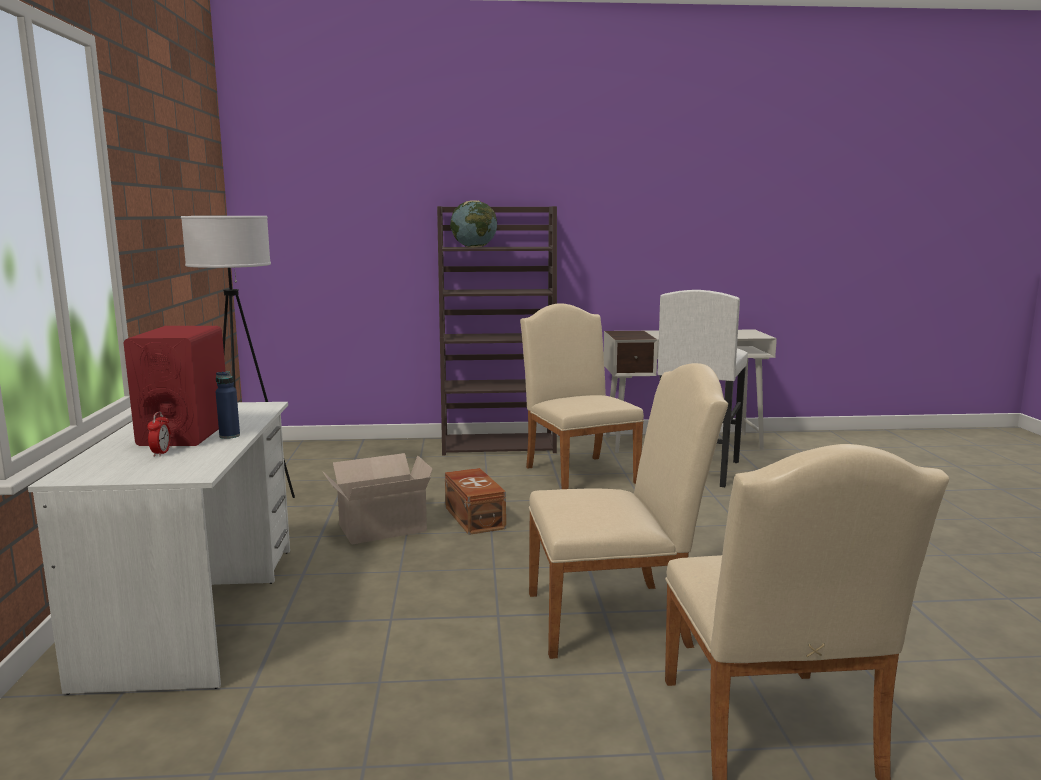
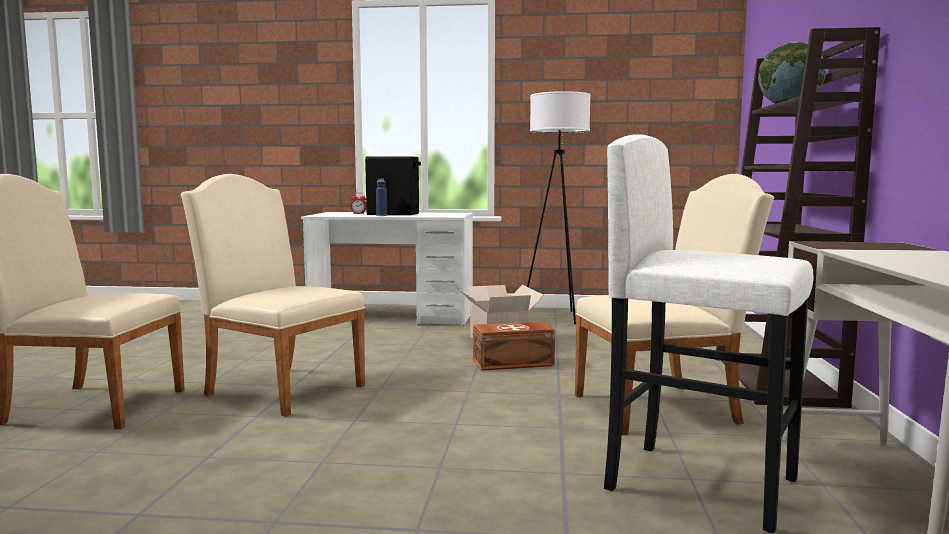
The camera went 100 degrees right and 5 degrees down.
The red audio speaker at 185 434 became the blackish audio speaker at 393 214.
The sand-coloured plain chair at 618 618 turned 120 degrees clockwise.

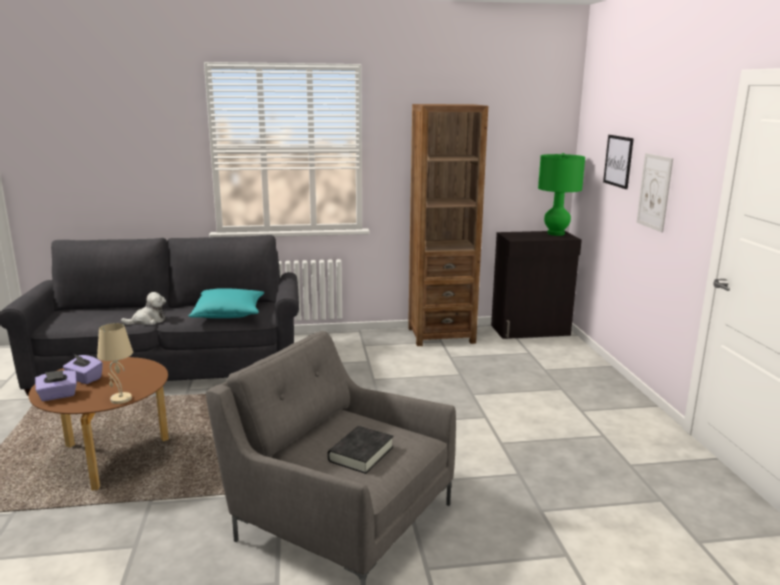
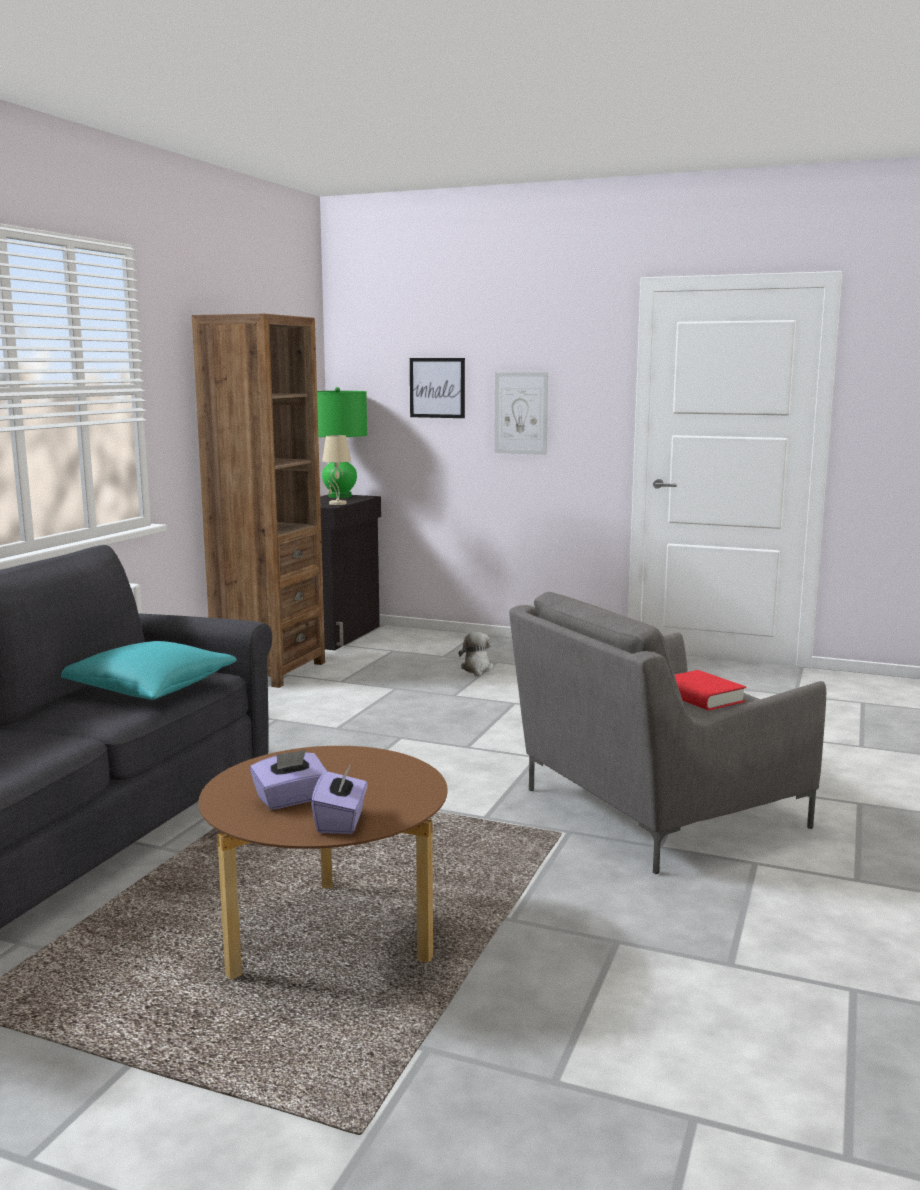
The camera went 60 degrees left and 5 degrees down.
The sand-coloured lamp for a table moved from 120 399 to 337 504.
The soft toy moved from 148 321 to 477 669.
The blackish volume at 361 454 became the red volume at 701 697.

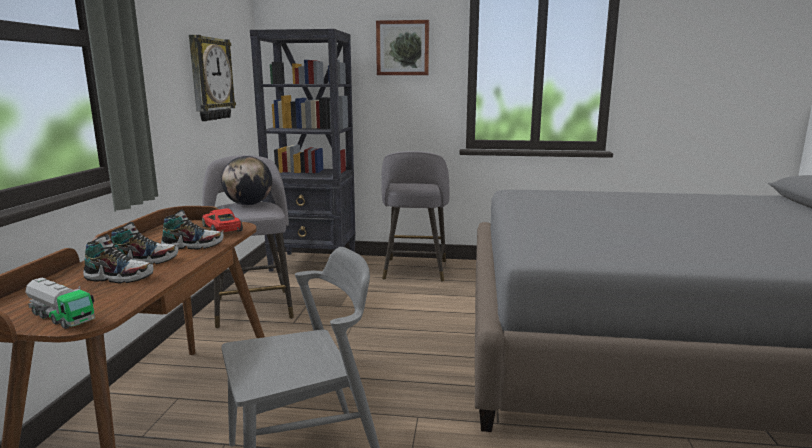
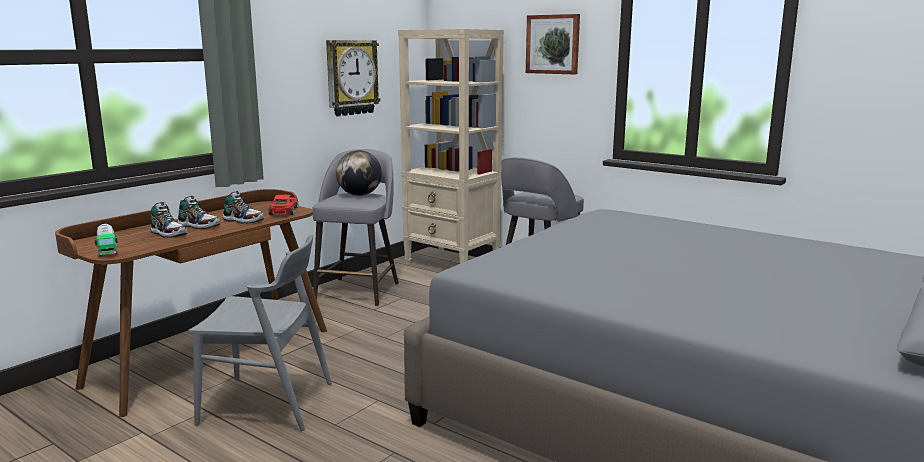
The camera went 30 degrees right and 0 degrees up.
The blackish bookcase at 314 263 became the sand-coloured bookcase at 452 264.

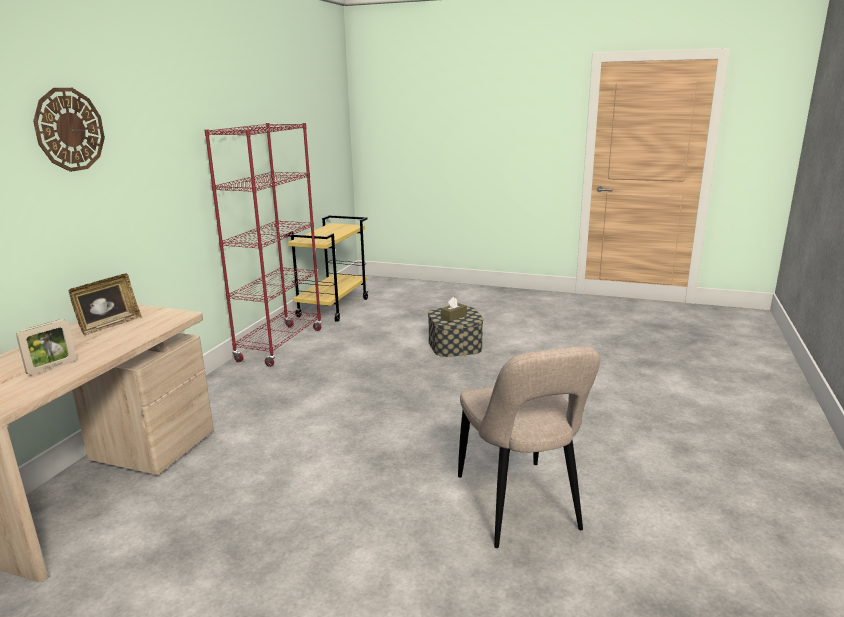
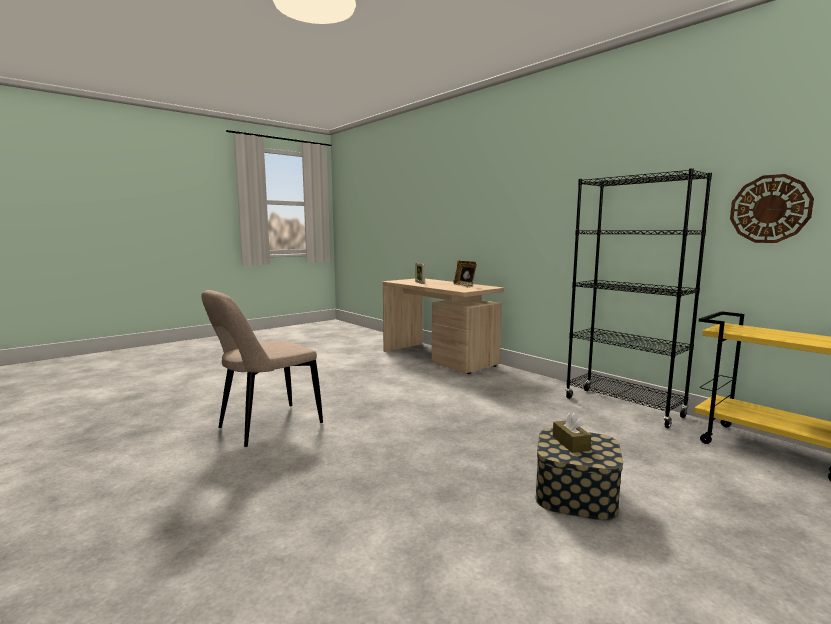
The camera went 120 degrees right and 10 degrees down.
The clock on the wall moved from 69 129 to 770 209.
The red bookcase at 280 345 became the blackish bookcase at 623 407.
The sand-coloured plain chair at 519 507 turned 60 degrees counterclockwise.

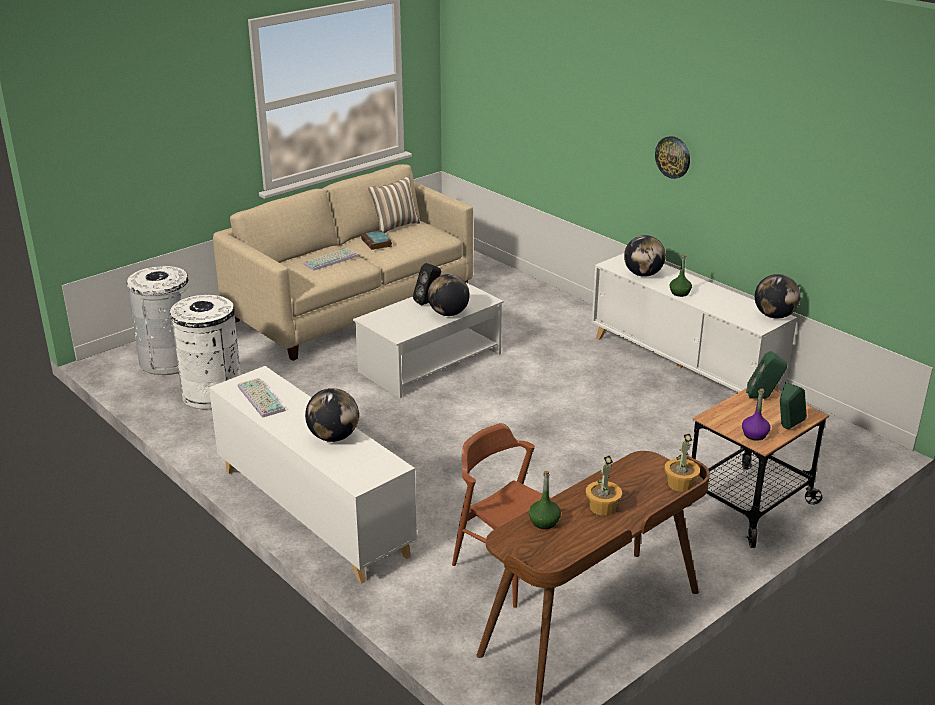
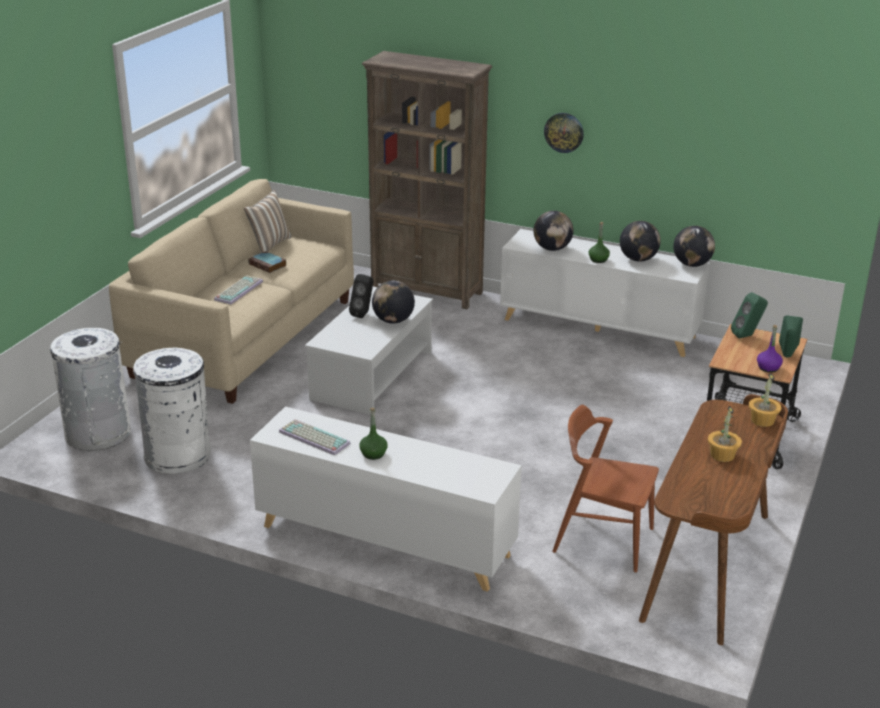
The camera went 25 degrees left and 0 degrees up.
The brown-coloured bookcase at 427 291 appeared.
The desk globe moved from 333 437 to 638 259.
The green drink bottle moved from 544 522 to 373 454.

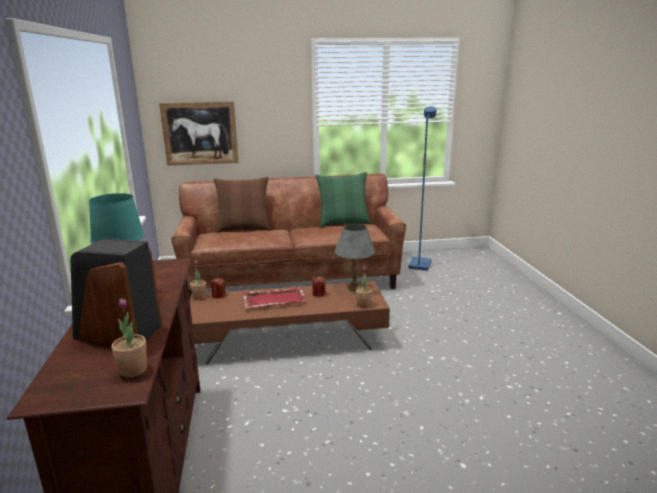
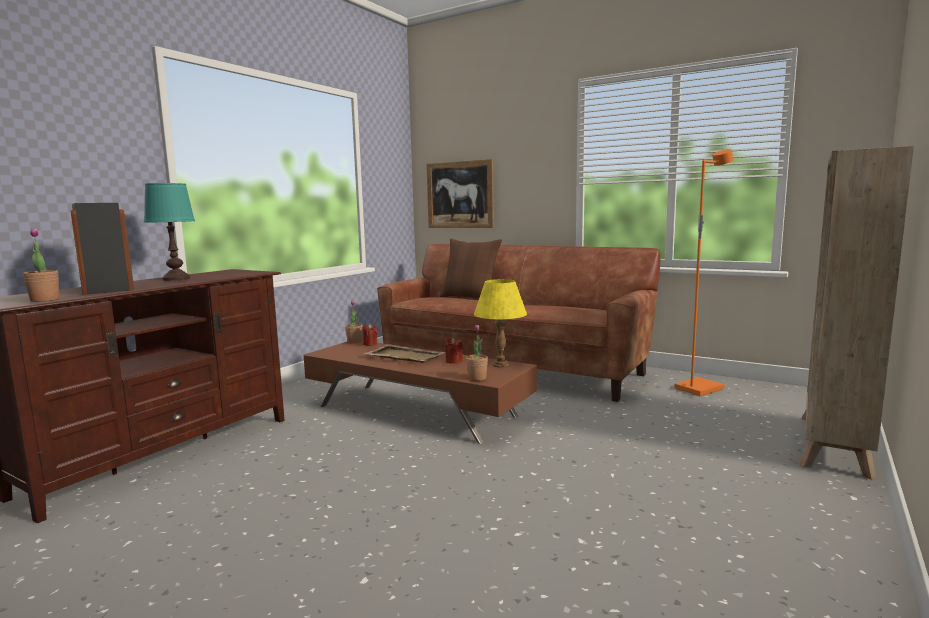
The camera went 40 degrees right and 10 degrees down.
The green throw pillow at 343 223 disappeared.
The sand-coloured bookcase at 833 445 appeared.
The red serving tray at 273 300 became the sand-coloured serving tray at 404 356.
The gray lamp for a table at 354 287 became the yellow lamp for a table at 501 365.
The blue floor lamp at 419 265 became the orange-coloured floor lamp at 698 388.

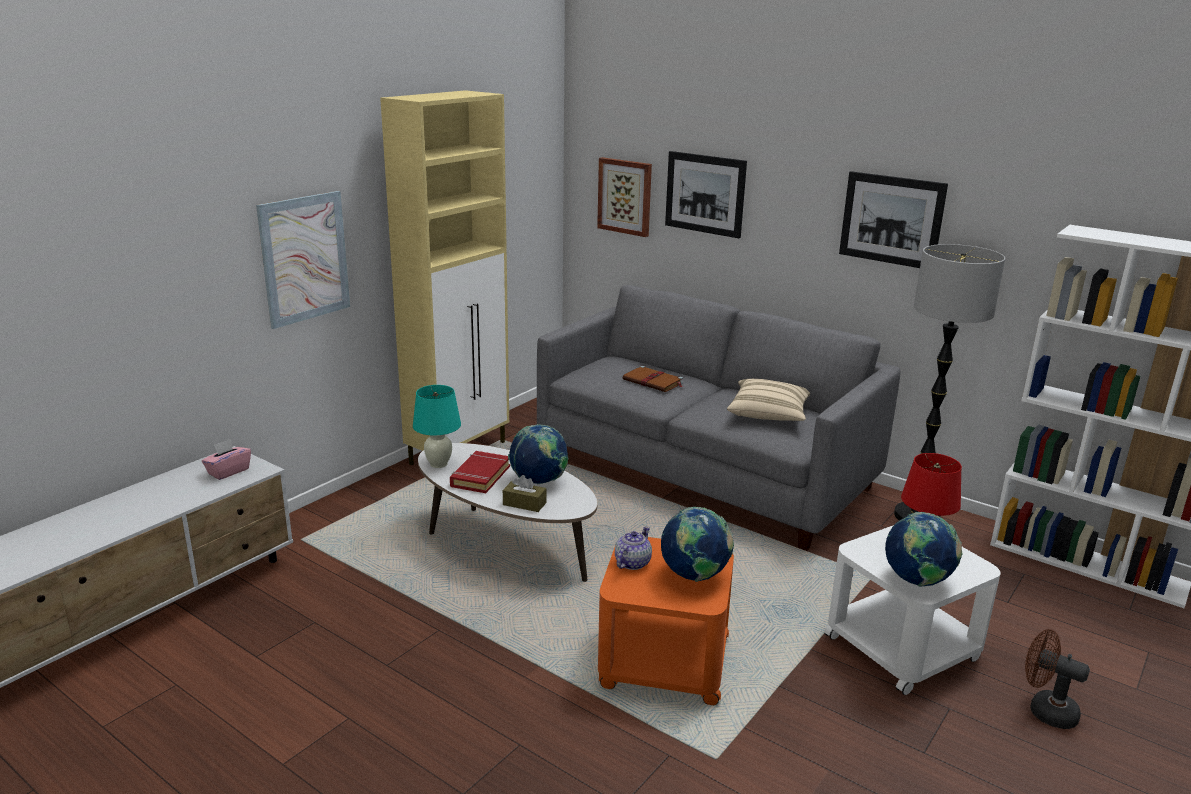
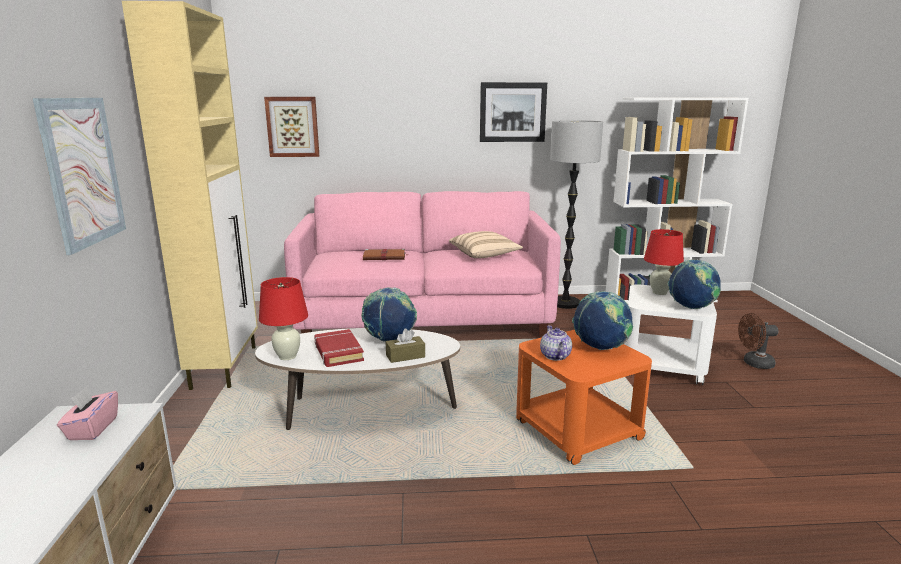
The camera went 40 degrees left and 5 degrees down.
The wall art at 705 194 disappeared.
The turquoise lamp for a table at 439 464 became the red lamp for a table at 287 356.
The gray couch at 704 471 became the pinkish couch at 425 319.

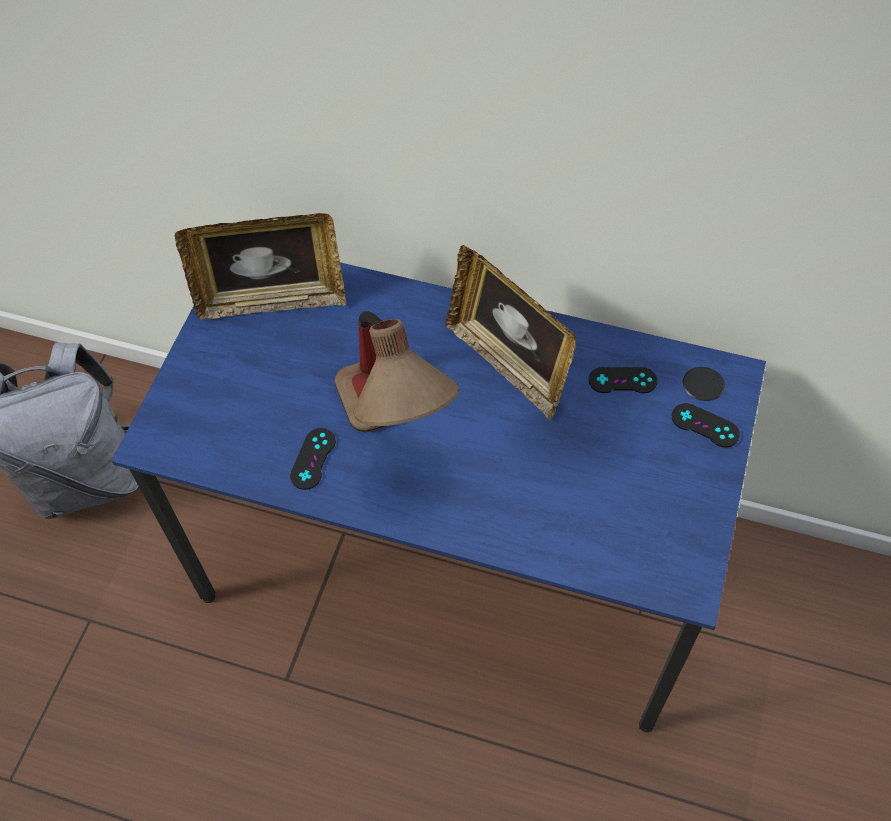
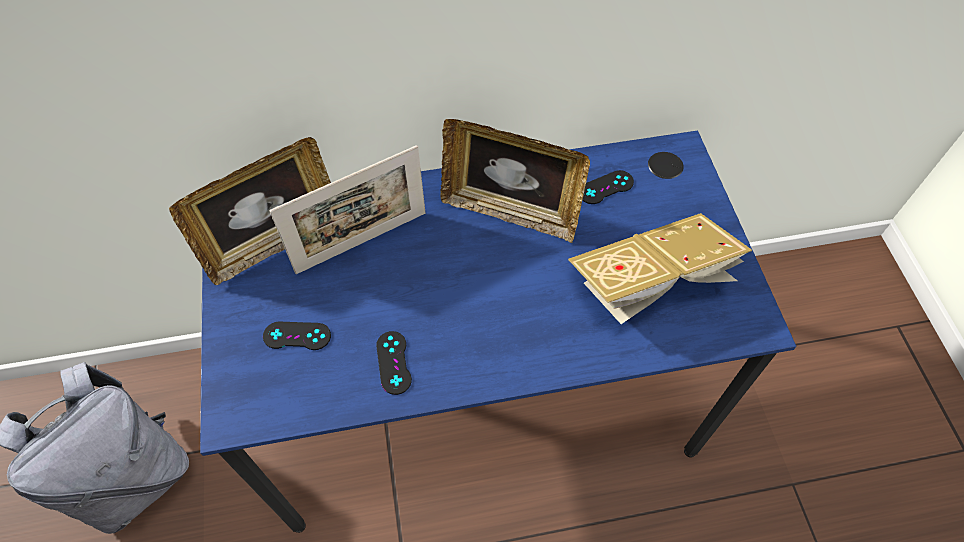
The camera went 30 degrees left and 0 degrees up.
The lamp for a table at 397 431 disappeared.
The standing frame at 361 242 appeared.
The volume at 650 284 appeared.
The blackish gamepad moved from 705 425 to 297 336.

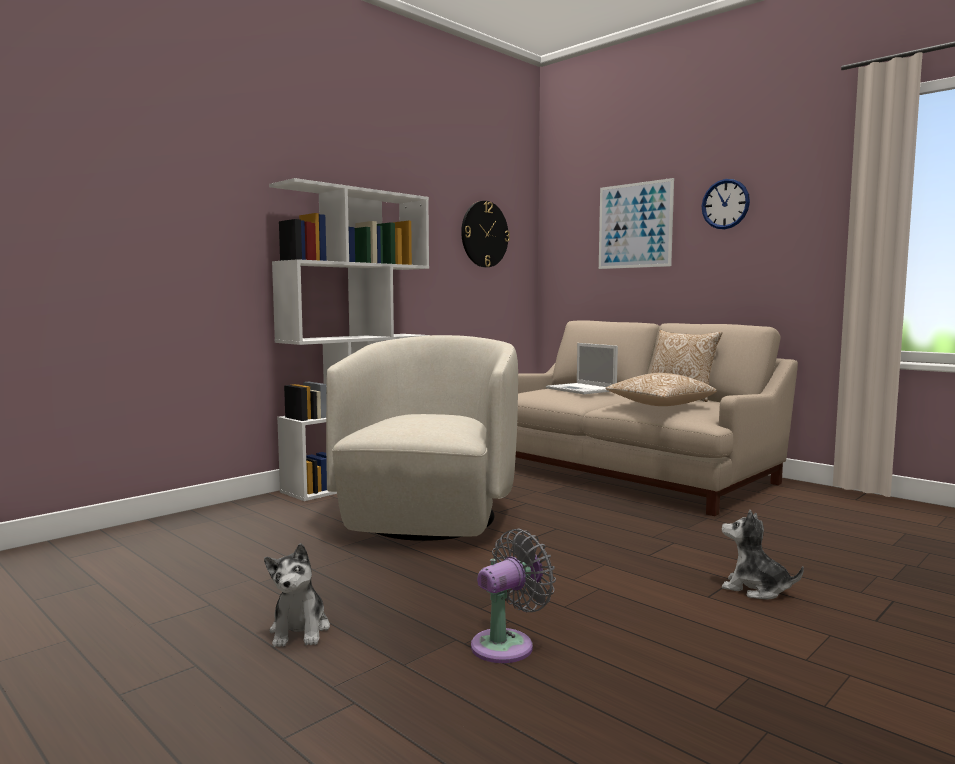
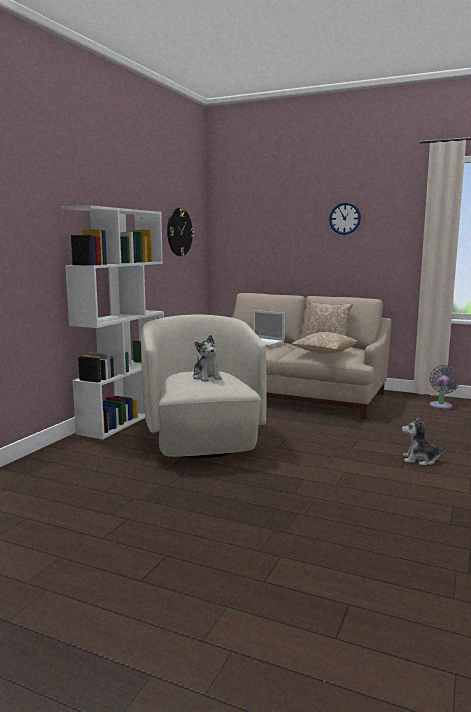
The camera went 20 degrees left and 5 degrees up.
The wall art at 635 225 disappeared.
The soft toy moved from 300 630 to 206 377.
The gray electric fan moved from 507 644 to 441 405.

